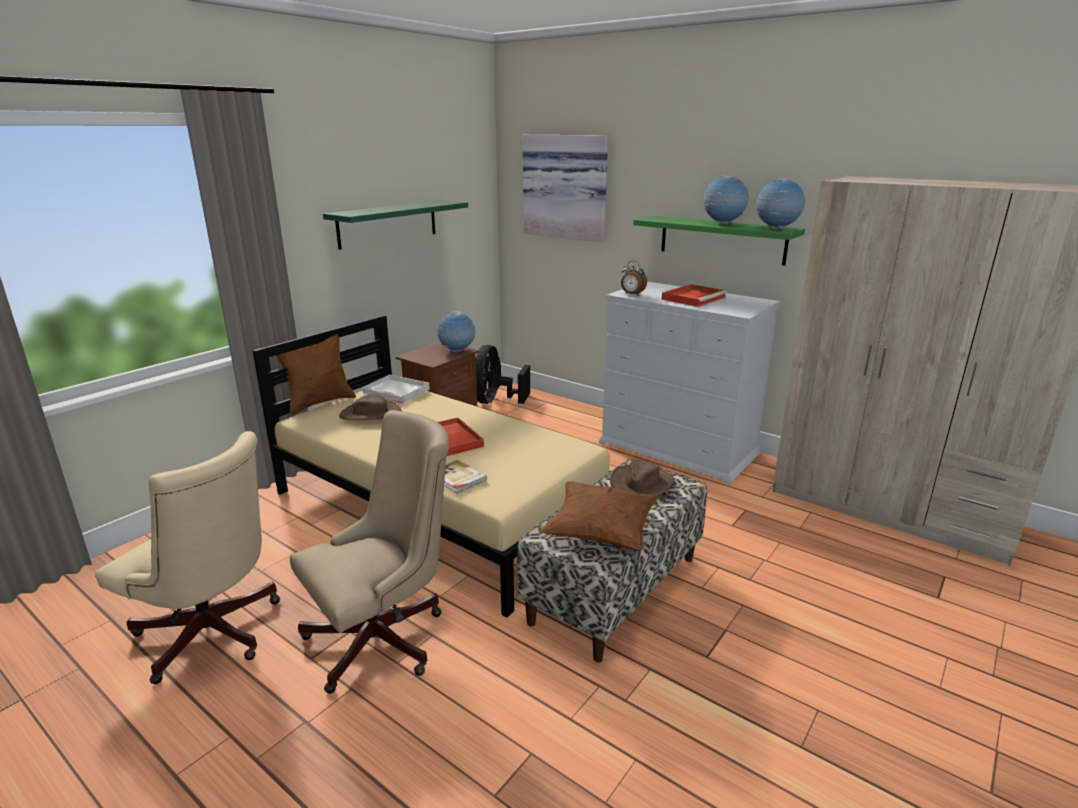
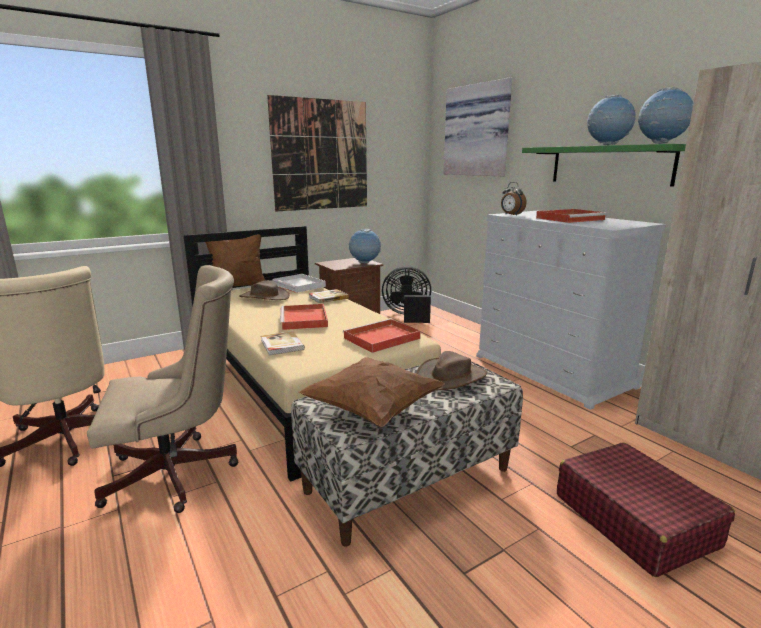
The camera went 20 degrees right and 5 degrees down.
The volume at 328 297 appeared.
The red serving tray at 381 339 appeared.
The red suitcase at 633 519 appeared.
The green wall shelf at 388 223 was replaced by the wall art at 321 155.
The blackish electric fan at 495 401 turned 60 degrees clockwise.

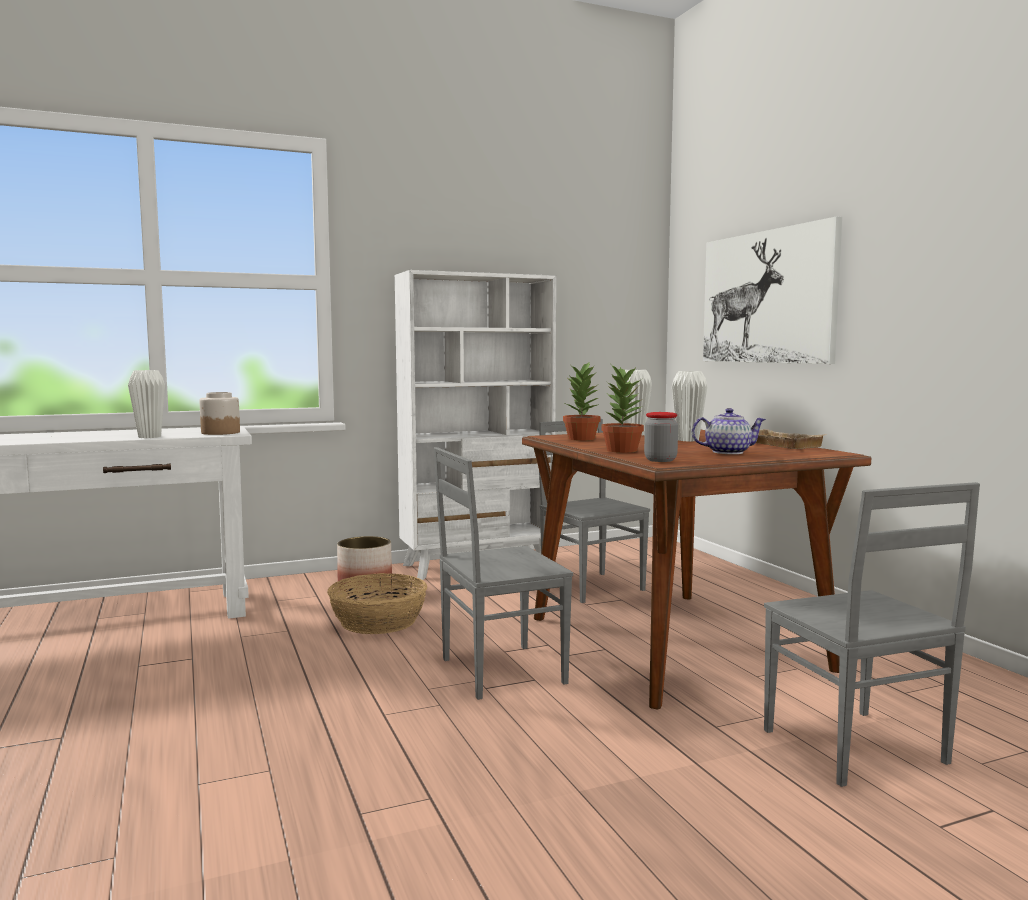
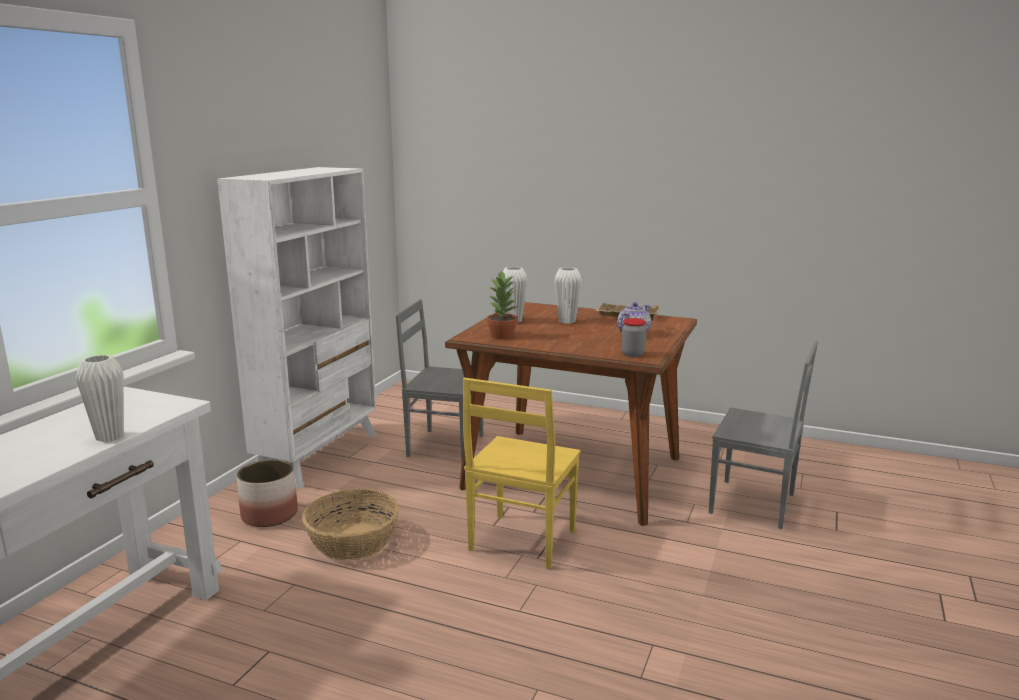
The camera went 45 degrees left and 10 degrees up.
The storage jar at 220 432 disappeared.
The plant in a pot at 621 450 disappeared.
The wall art at 767 297 disappeared.
The gray plain chair at 500 670 became the yellow plain chair at 520 541.

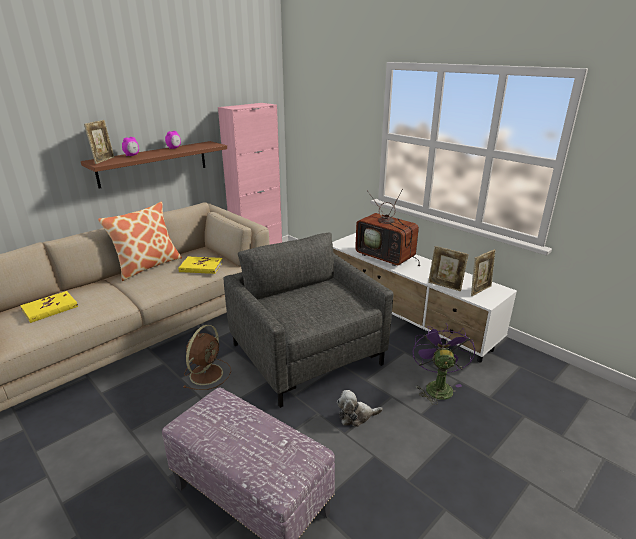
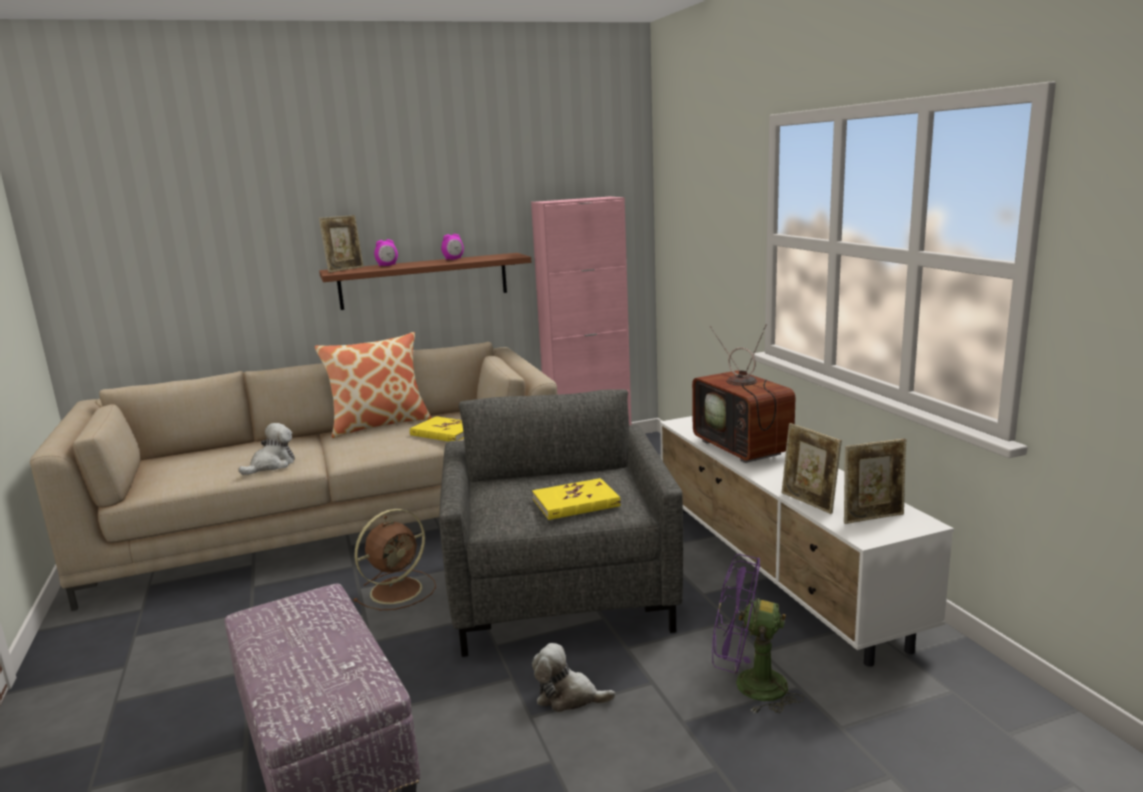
The camera went 25 degrees right and 10 degrees down.
The soft toy at 272 465 appeared.
The yellow volume moved from 50 308 to 576 503.
The purple-coloured electric fan at 437 386 turned 105 degrees counterclockwise.

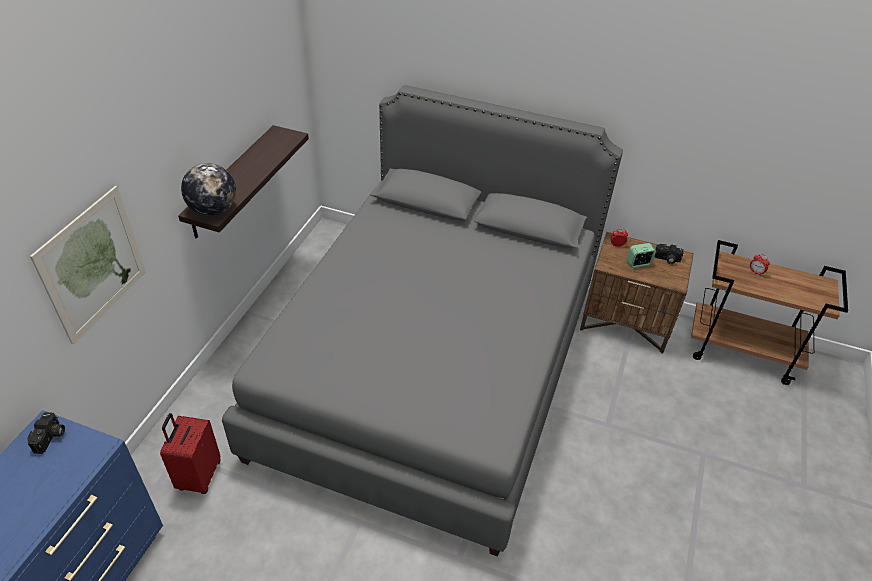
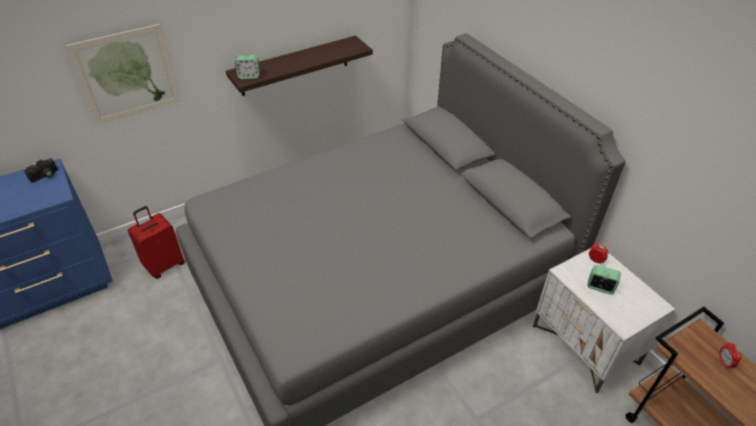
The camera went 40 degrees right and 0 degrees up.
The still camera at 667 259 disappeared.
The desk globe at 213 210 was replaced by the table clock at 248 76.
The brown-coloured night table at 626 322 became the whitish night table at 585 345.

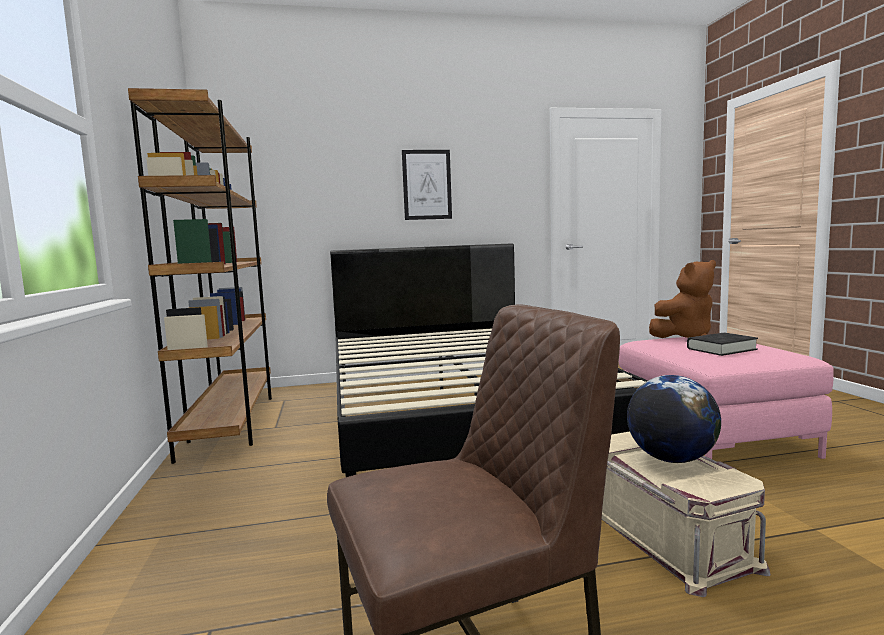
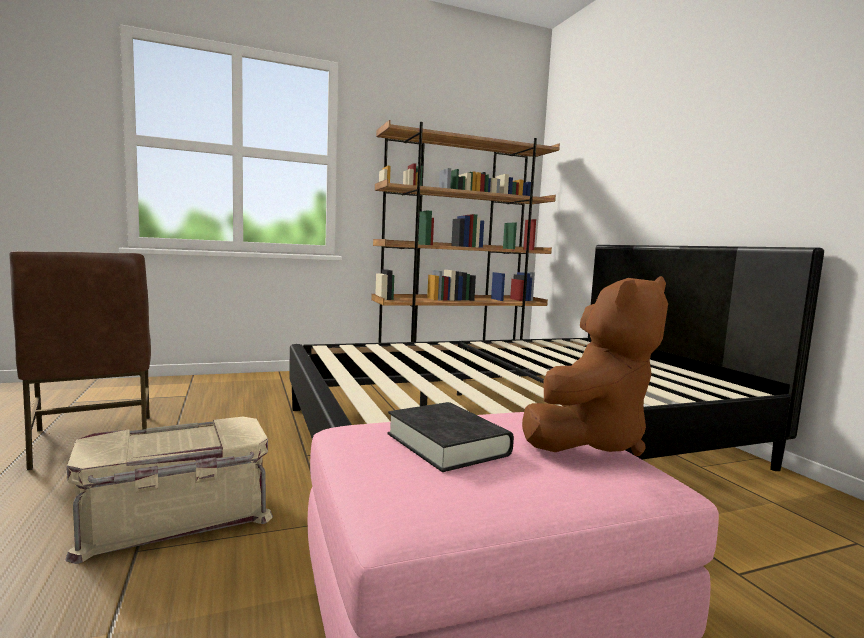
The camera went 80 degrees right and 0 degrees up.
The wall art at 427 185 disappeared.
The desk globe at 671 459 disappeared.
The brown-coloured soft toy at 684 337 turned 105 degrees counterclockwise.

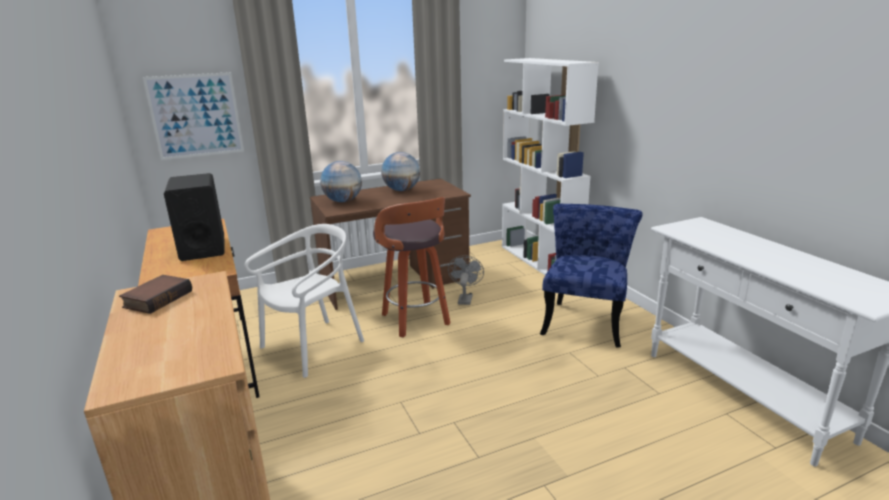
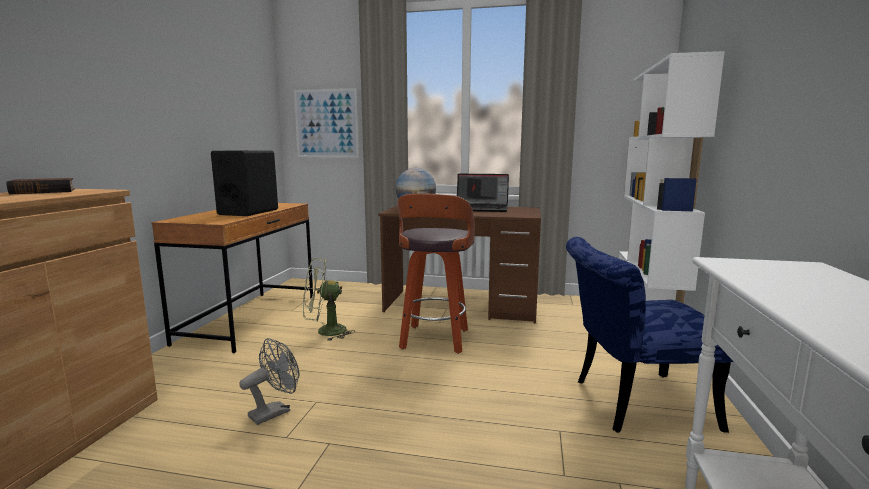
The camera went 35 degrees right and 10 degrees down.
The gray electric fan moved from 465 298 to 275 411.
The whitish plain chair at 313 347 was replaced by the green electric fan at 325 332.
The desk globe at 402 190 was replaced by the laptop at 481 209.
The blue plain chair at 585 319 turned 150 degrees counterclockwise.

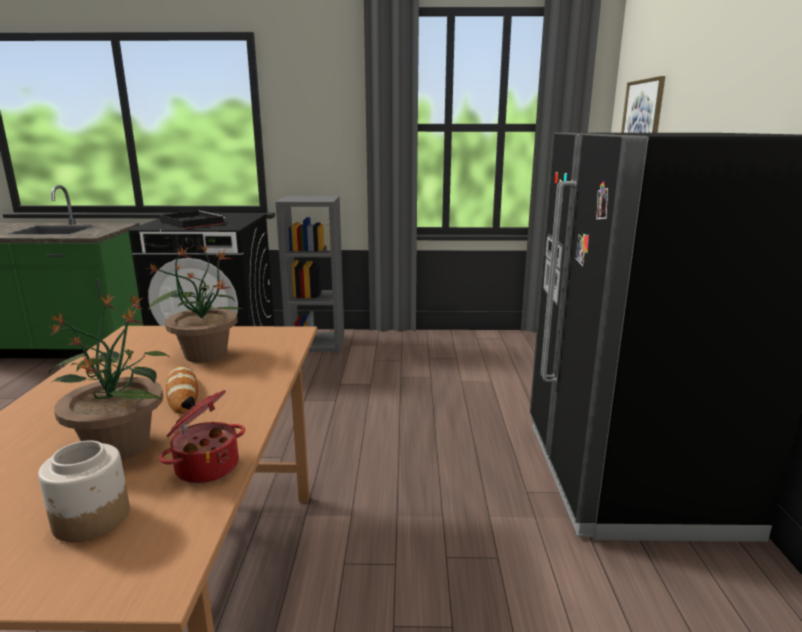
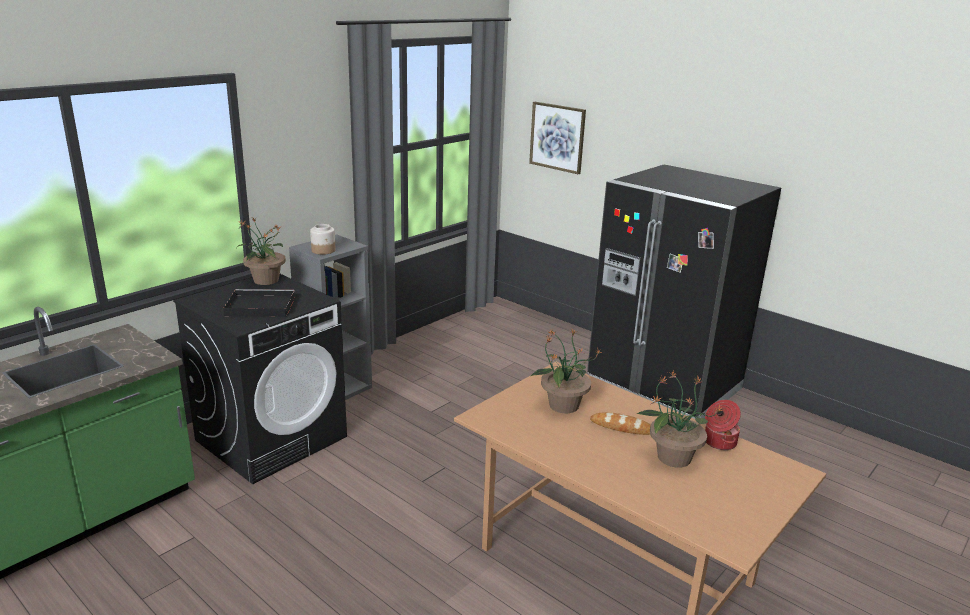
The camera went 50 degrees left and 5 degrees up.
The plant in a pot at 265 280 appeared.
The storage jar moved from 91 519 to 323 250.

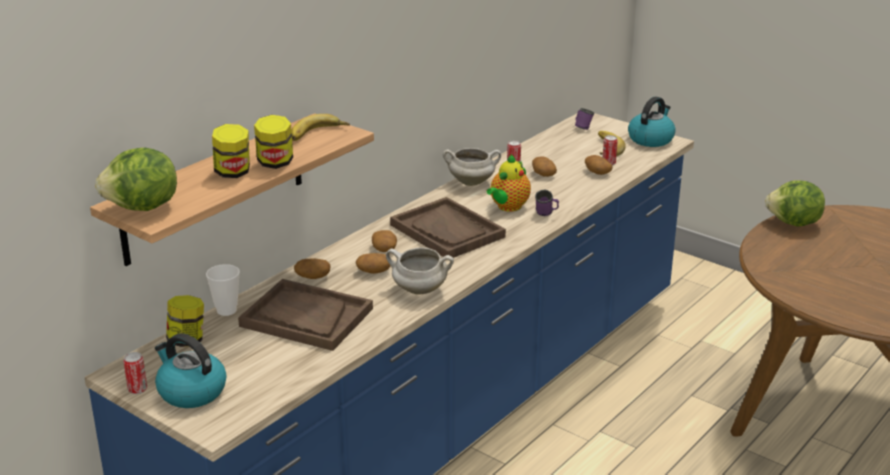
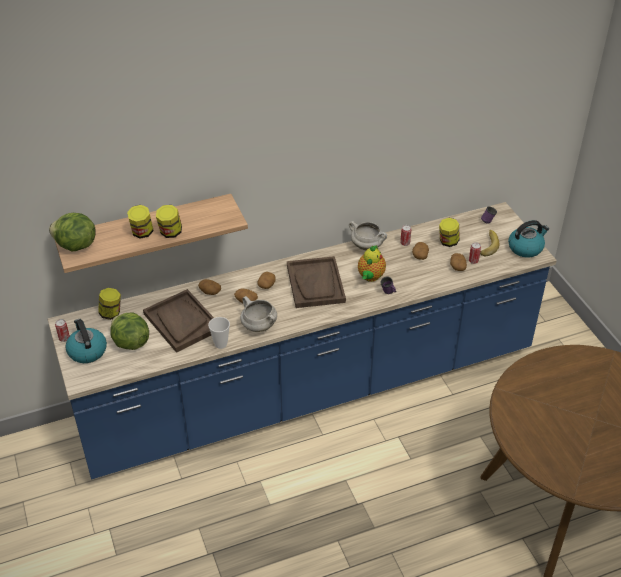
The camera went 30 degrees right and 15 degrees up.
The whole banana at 318 134 disappeared.
The storage jar at 448 242 appeared.
The small cup moved from 226 310 to 221 344.
The lettuce moved from 794 224 to 130 343.
The teapot at 508 207 turned 45 degrees counterclockwise.

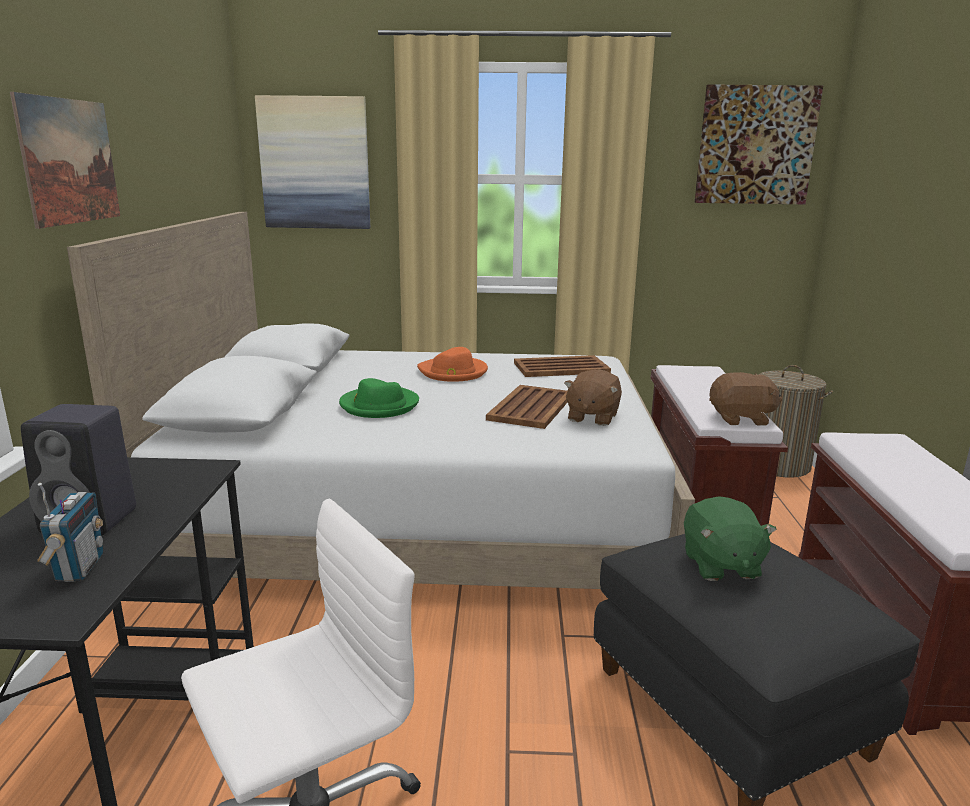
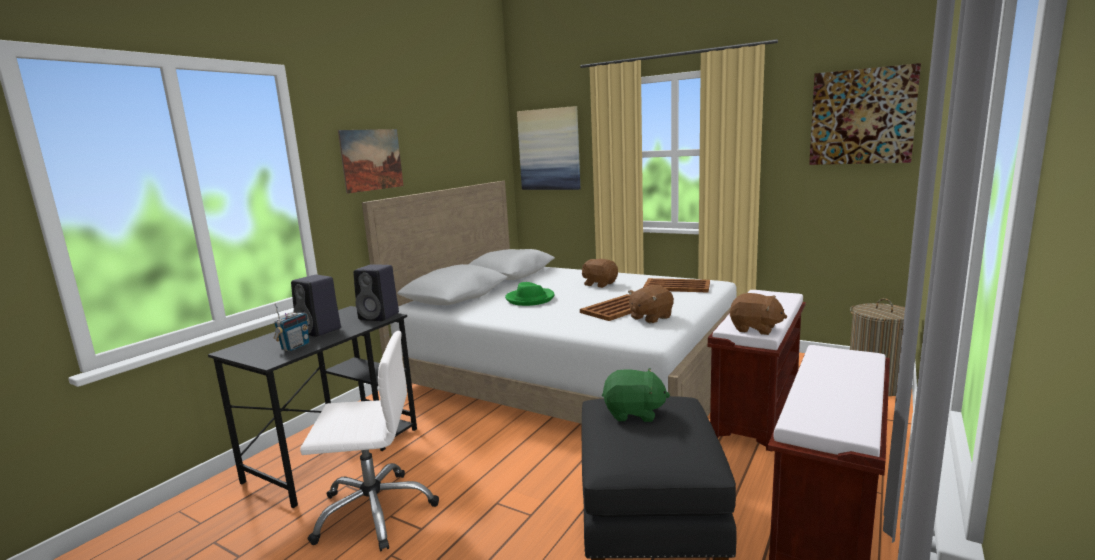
The camera went 30 degrees right and 5 degrees down.
The blackish audio speaker at 380 316 appeared.
The orange-coloured clothing hat at 453 372 was replaced by the brown-coloured soft toy at 599 284.
The green soft toy at 720 565 turned 105 degrees counterclockwise.

